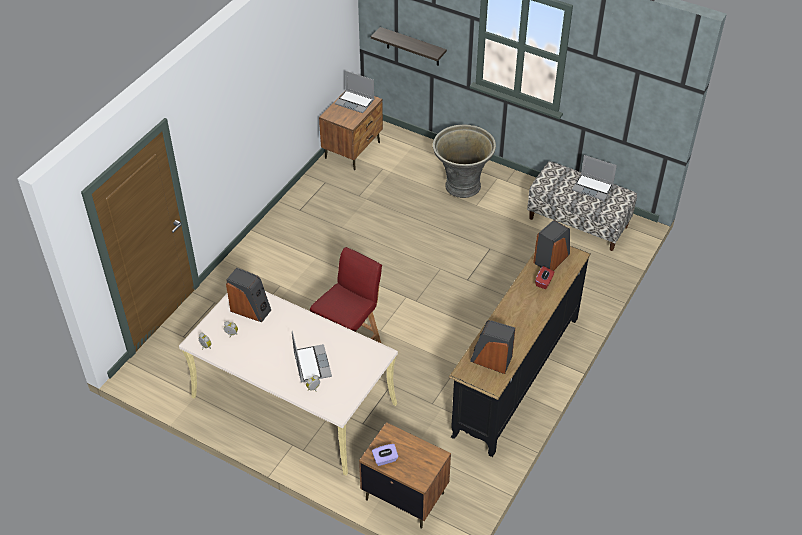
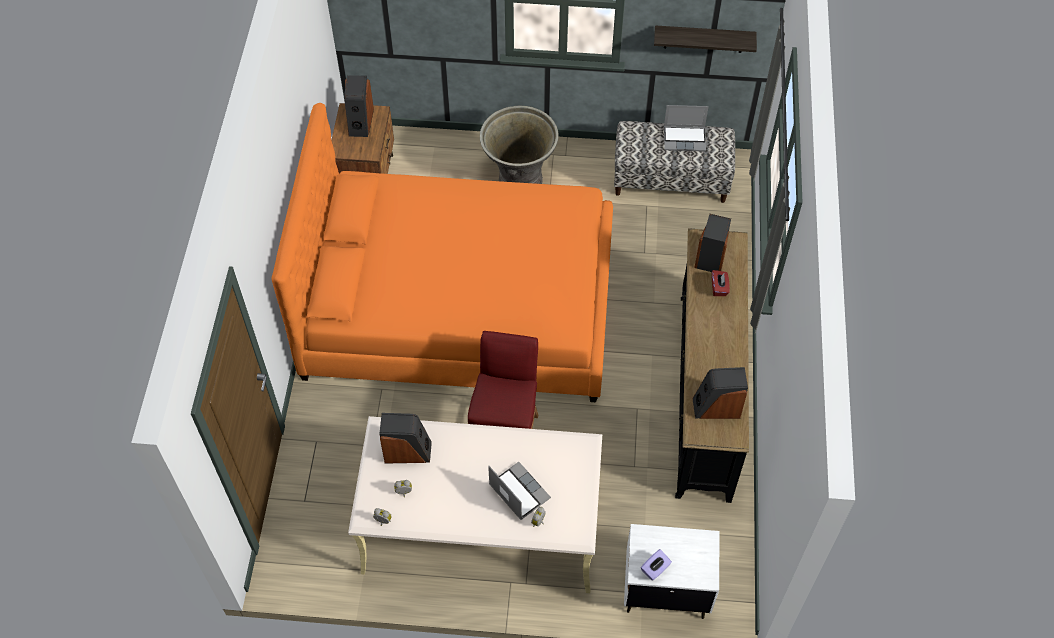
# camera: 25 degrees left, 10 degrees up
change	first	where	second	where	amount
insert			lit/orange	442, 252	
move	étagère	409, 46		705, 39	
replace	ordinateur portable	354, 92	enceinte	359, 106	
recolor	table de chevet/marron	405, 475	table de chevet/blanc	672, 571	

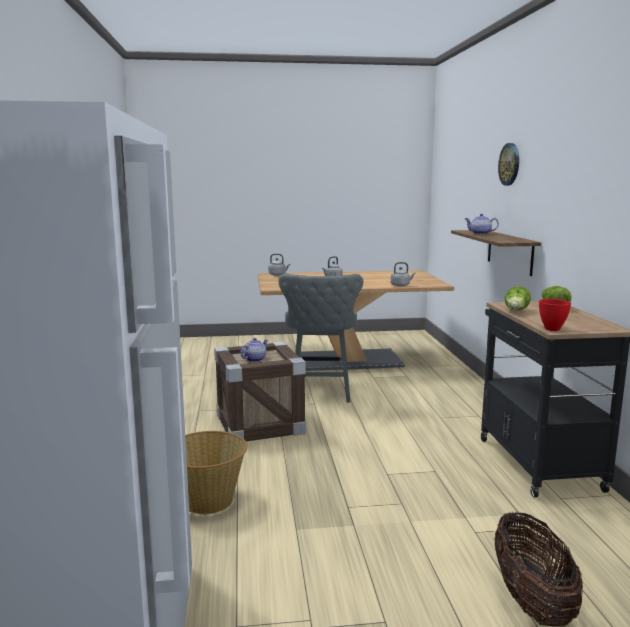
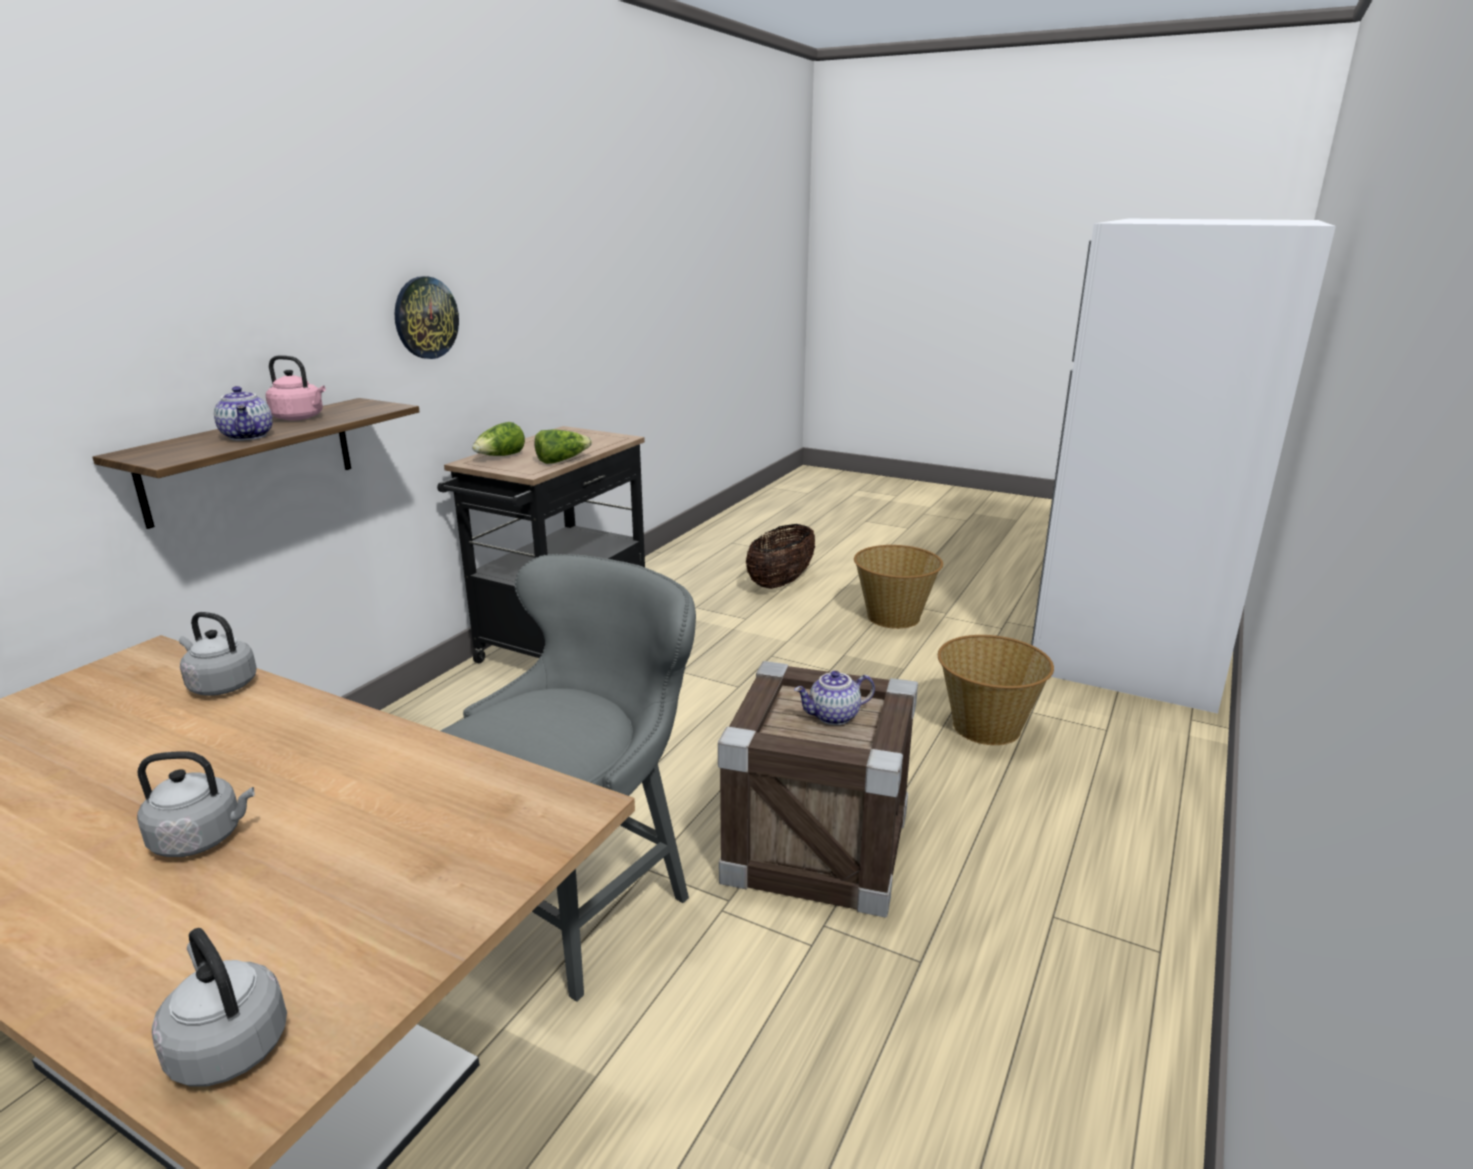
# camera: 145 degrees left, 10 degrees up
change	first	where	second	where	amount
delete	bol/rouge	555, 315			
insert			bouilloire/rose	296, 387	
insert			panier	898, 587	
move	horloge murale	508, 164		426, 317	

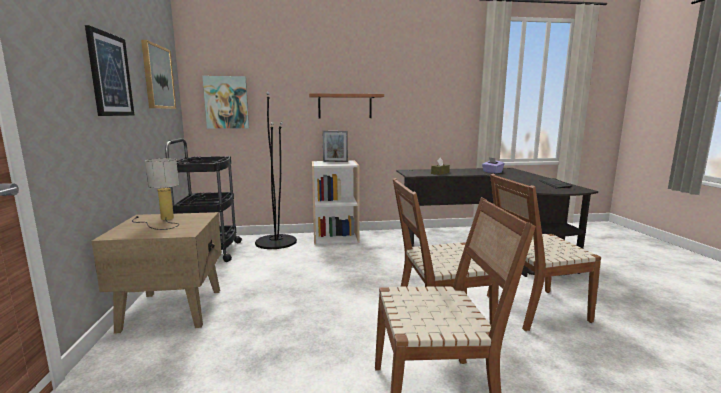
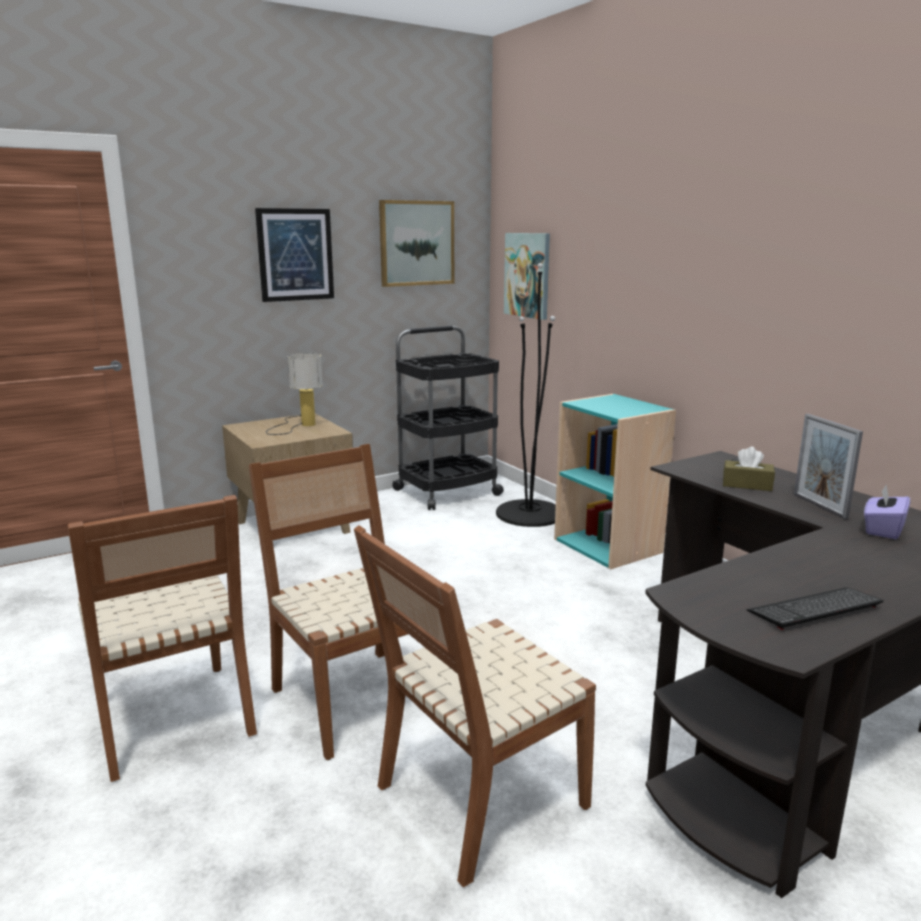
# camera: 65 degrees right, 5 degrees up
change	first	where	second	where	amount
delete	étagère	346, 106			
move	cadre photo	335, 146		828, 467	
recolor	bibliothèque/blanc	335, 203	bibliothèque/turquoise	615, 481	
rotate	chaise	544, 252		475, 706	90 degrees counterclockwise

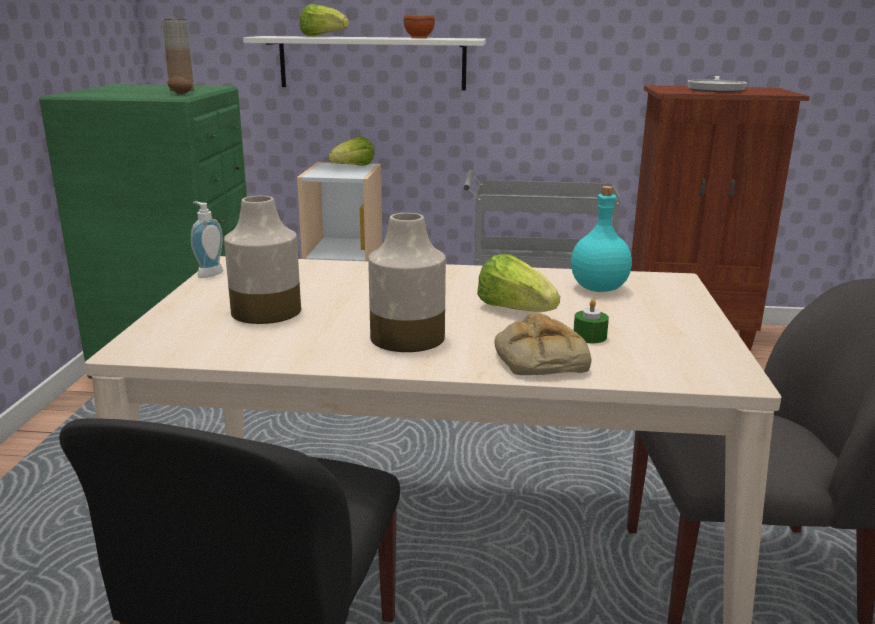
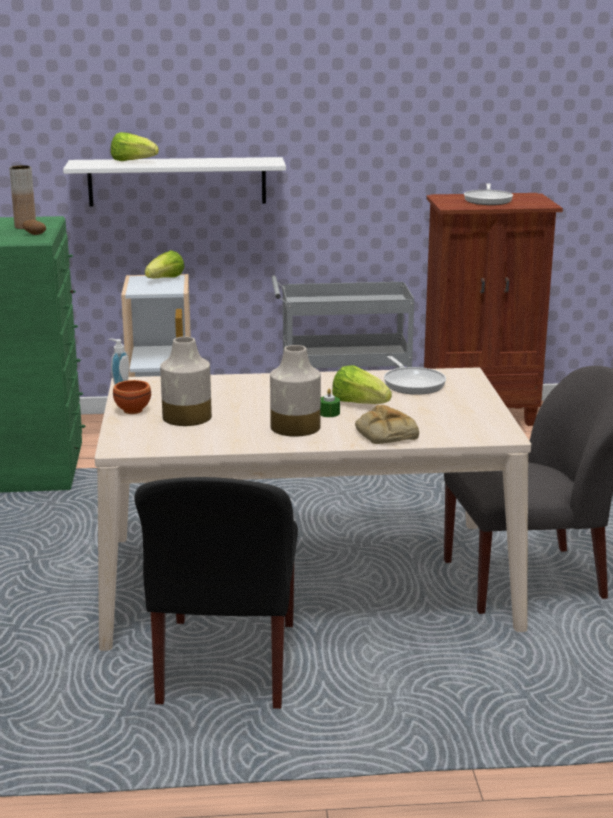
# camera: 10 degrees left, 0 degrees up
change	first	where	second	where	amount
move	bol/marron	419, 26		132, 397	
move	bougie/vert	591, 321		330, 403	
replace	bouteille/turquoise	601, 239	poêle	415, 375	

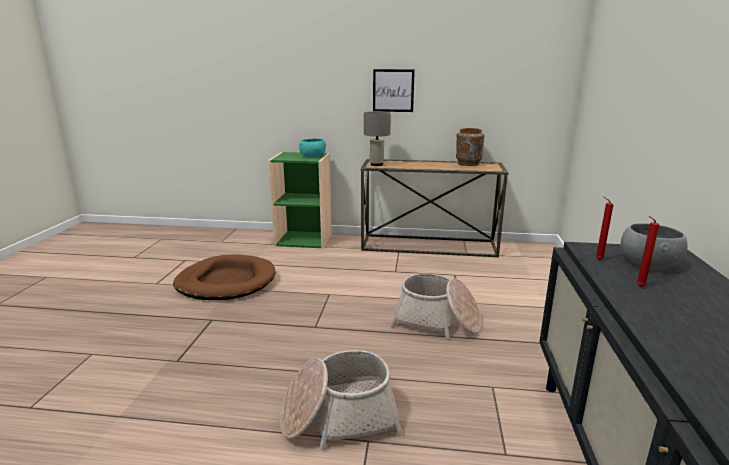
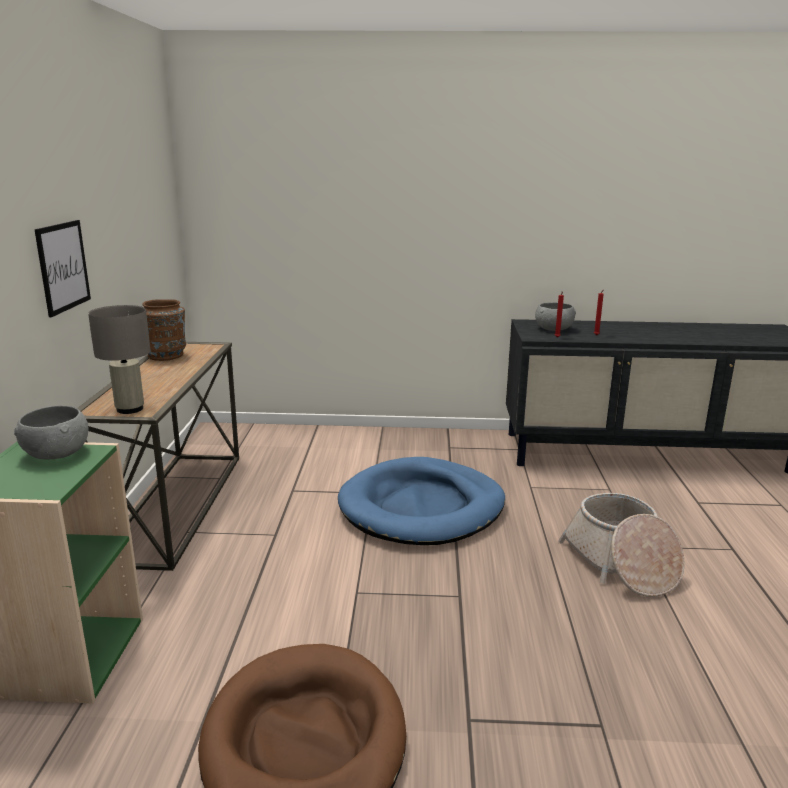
# camera: 95 degrees left, 0 degrees up
change	first	where	second	where	amount
replace	panier	436, 306	panier pour chien/bleu	421, 501	
recolor	bol/turquoise	312, 148	bol/gris	51, 432	

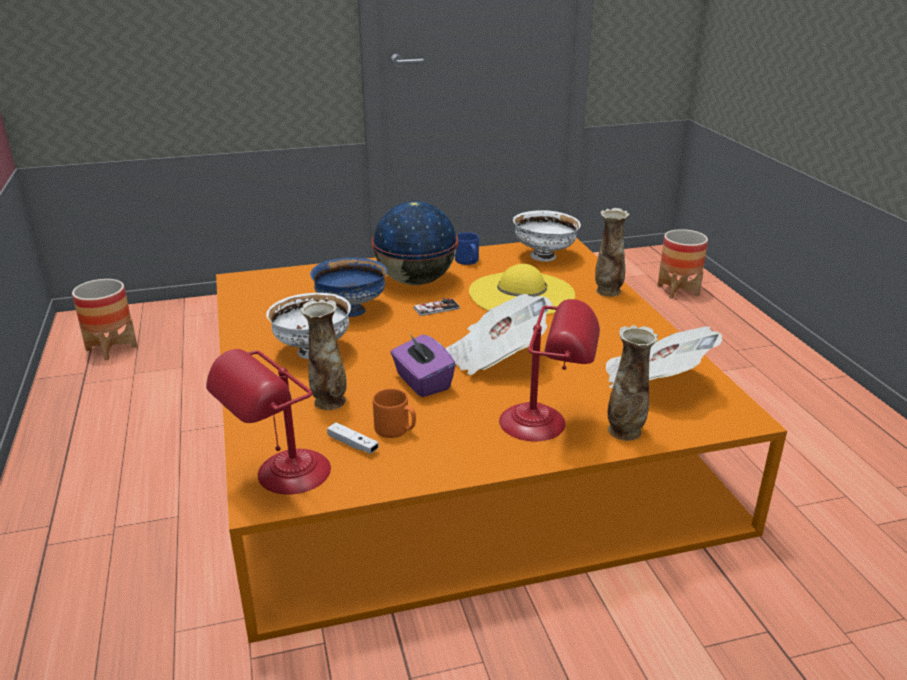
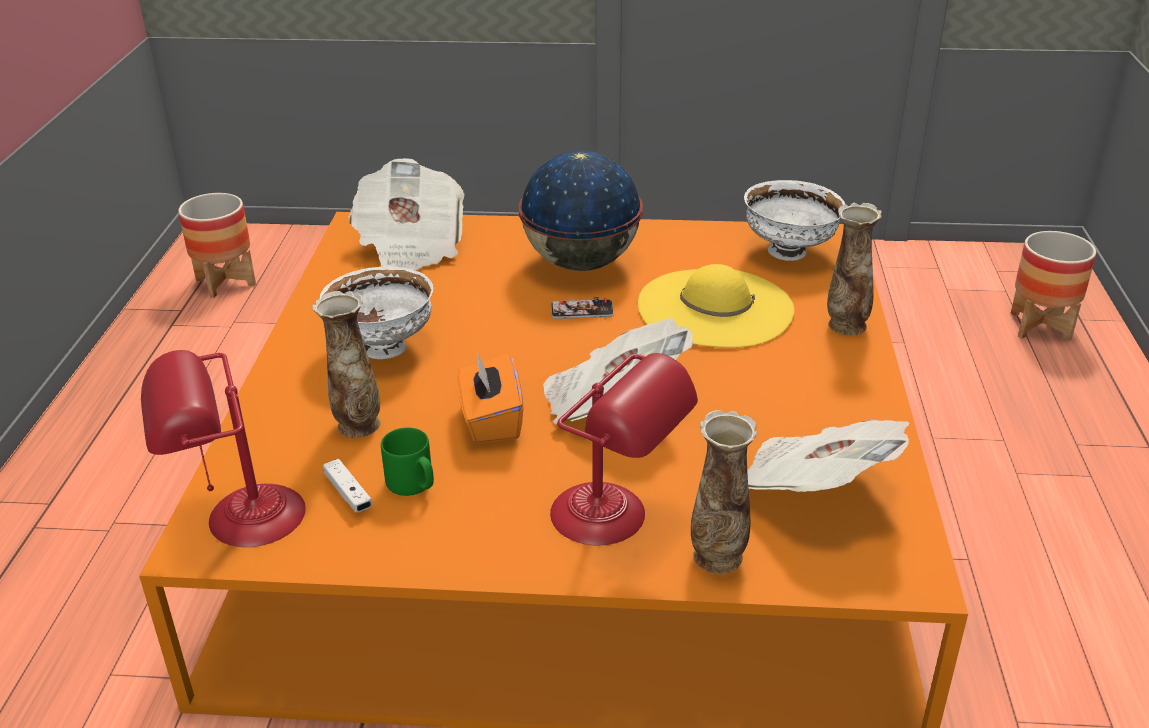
# camera: 20 degrees right, 5 degrees up
change	first	where	second	where	amount
delete	bol/bleu	348, 287			
delete	mug/bleu	467, 248			
insert			journal	406, 214	
recolor	mug/orange	394, 413	mug/vert	407, 462	
recolor	boîte à mouchoirs/violet	423, 365	boîte à mouchoirs/orange	490, 398	

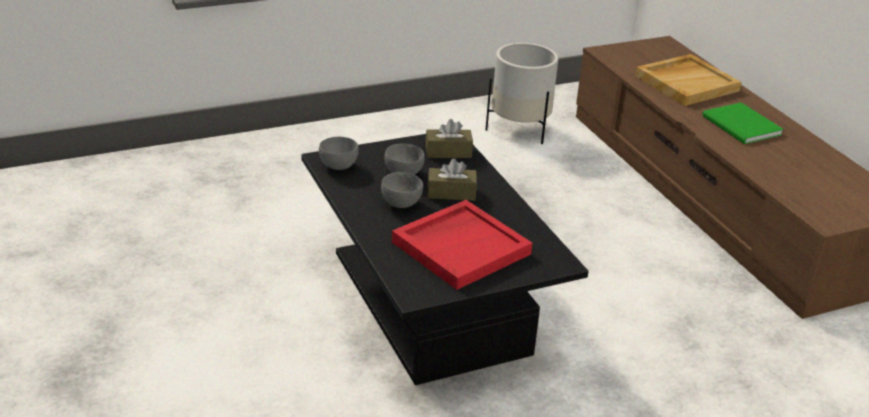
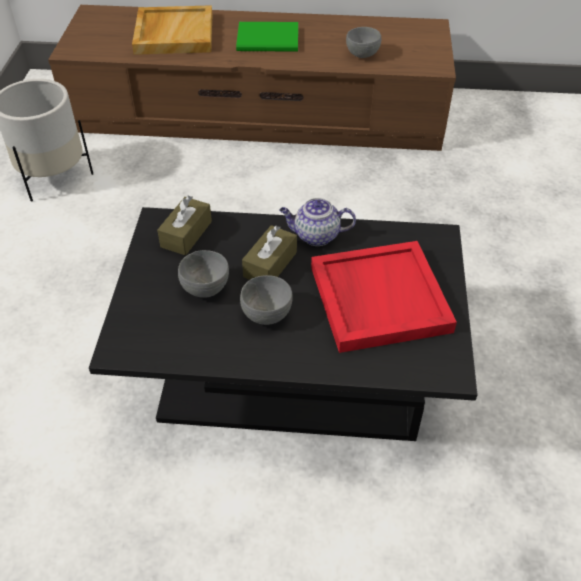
# camera: 60 degrees left, 15 degrees up
change	first	where	second	where	amount
insert			théière	317, 222	
move	bol/gris	339, 153		363, 42	

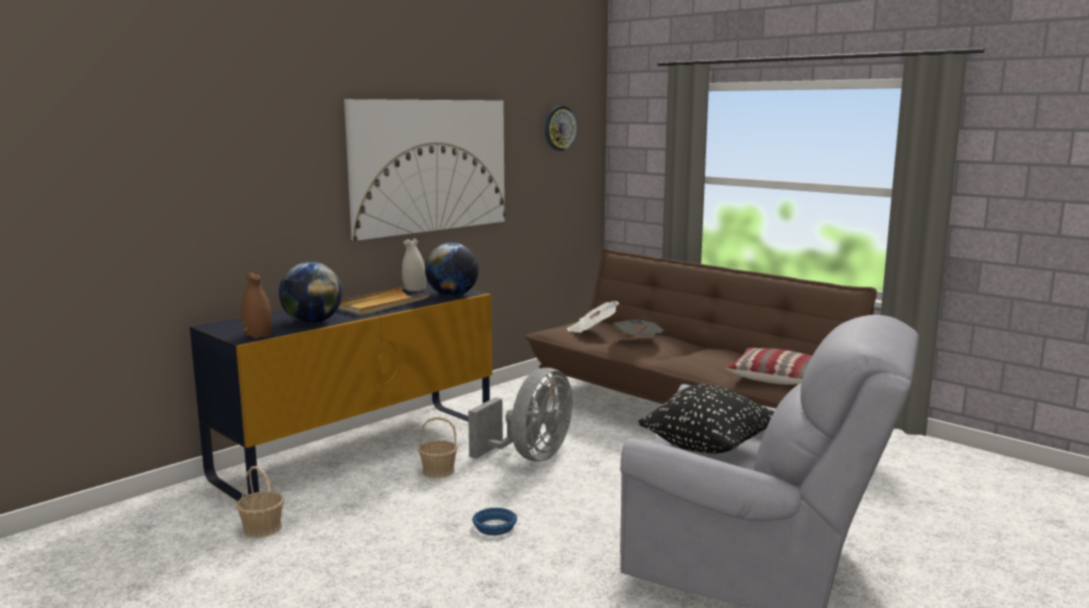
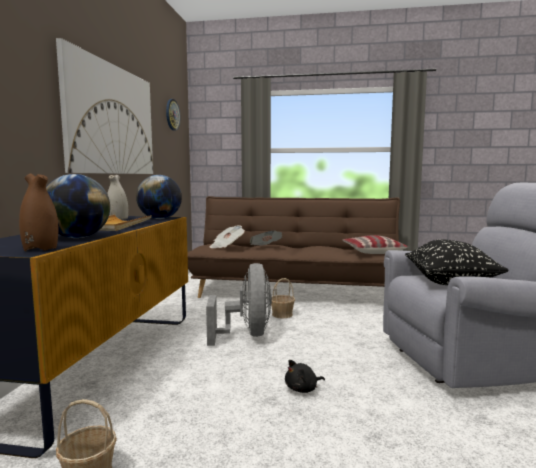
# camera: 35 degrees left, 5 degrees down
change	first	where	second	where	amount
move	panier	438, 447		283, 298	
replace	bol/bleu	494, 521	peluche/noir	305, 376	

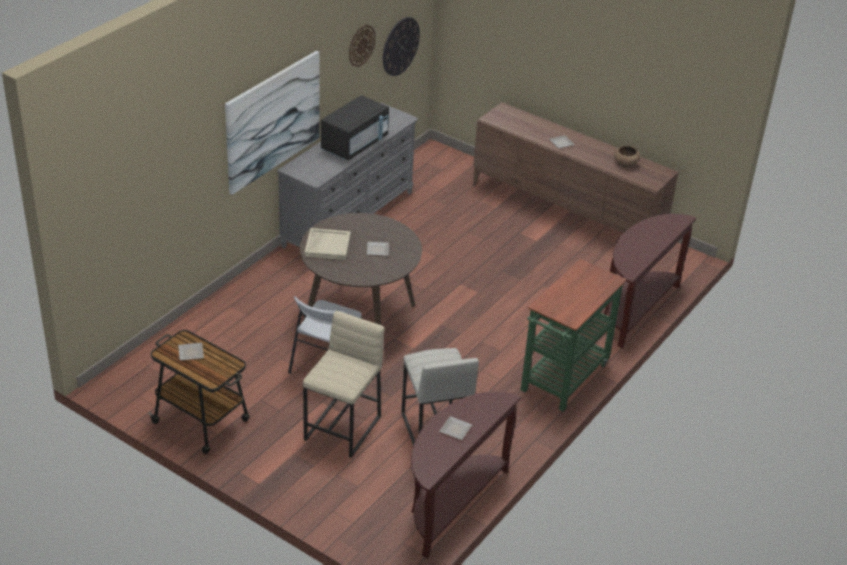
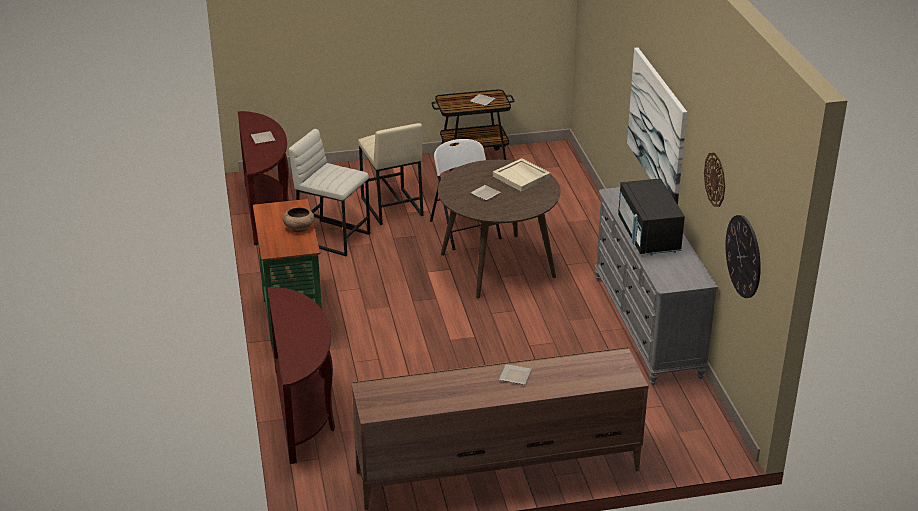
# camera: 135 degrees right, 5 degrees down
change	first	where	second	where	amount
move	bol/marron	627, 156		299, 219	

